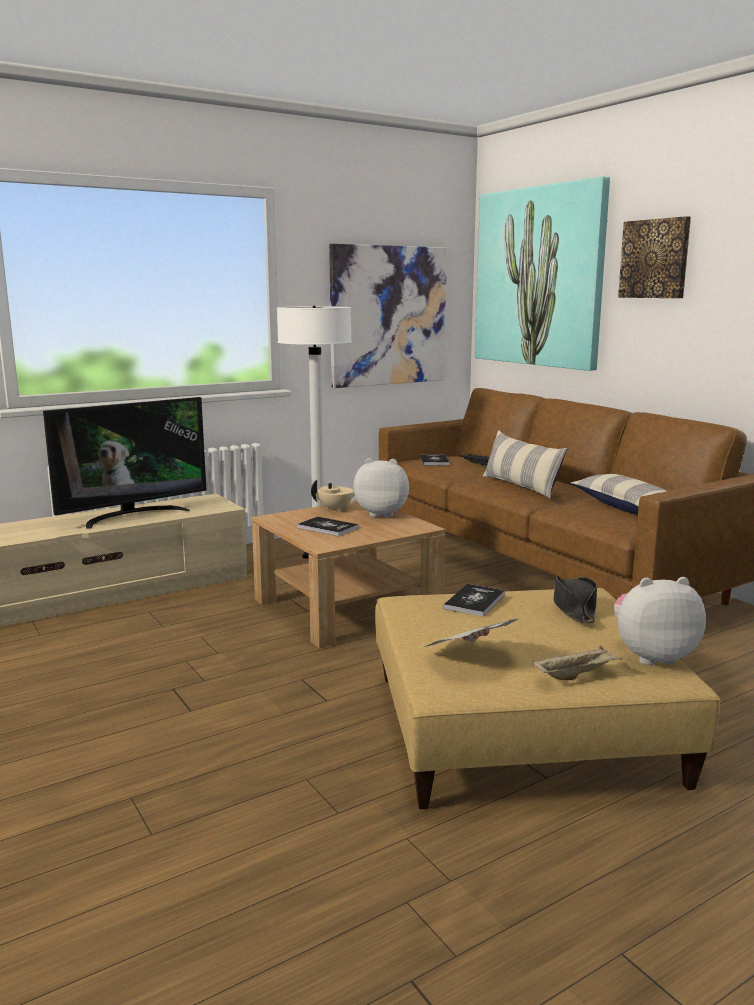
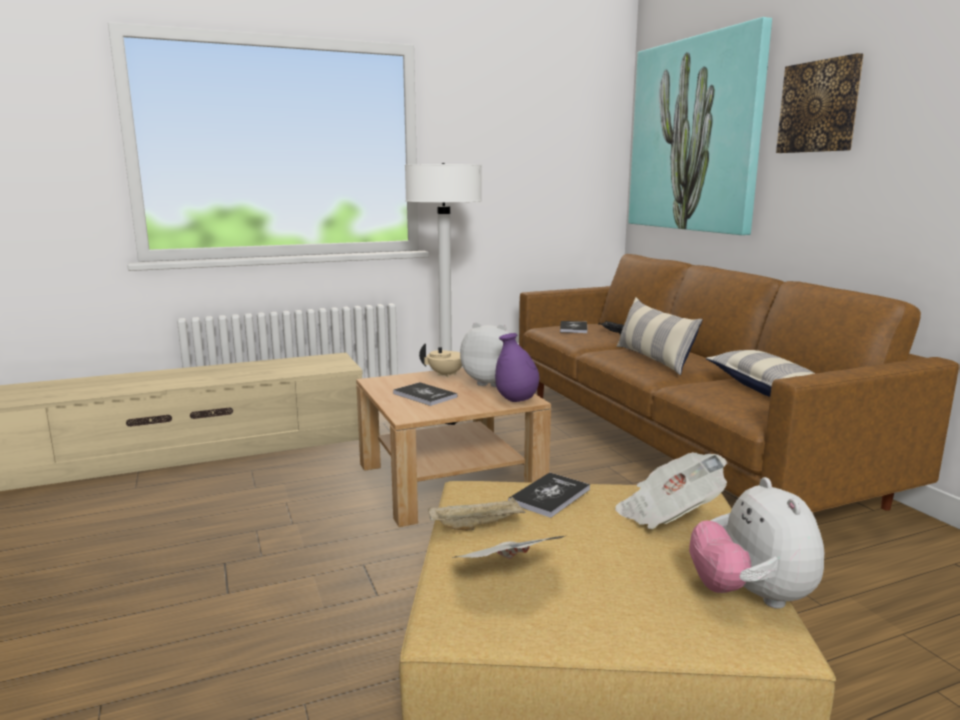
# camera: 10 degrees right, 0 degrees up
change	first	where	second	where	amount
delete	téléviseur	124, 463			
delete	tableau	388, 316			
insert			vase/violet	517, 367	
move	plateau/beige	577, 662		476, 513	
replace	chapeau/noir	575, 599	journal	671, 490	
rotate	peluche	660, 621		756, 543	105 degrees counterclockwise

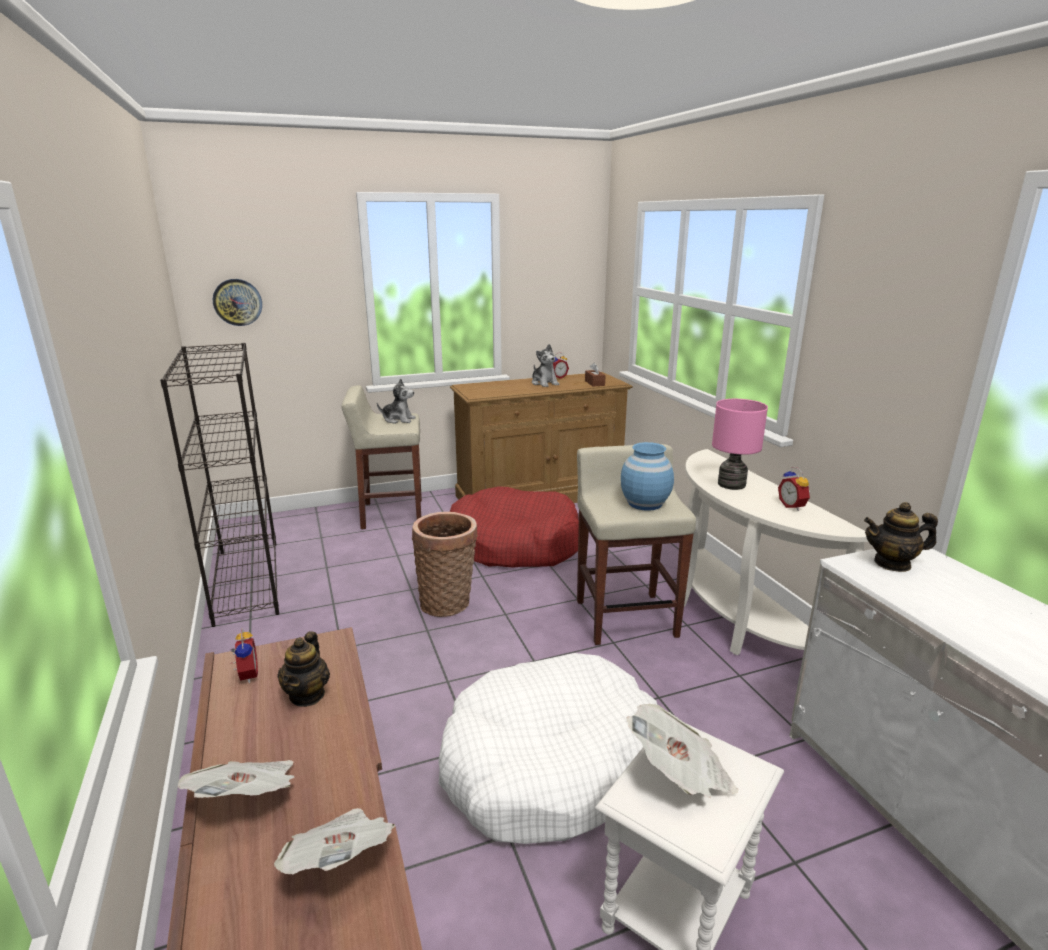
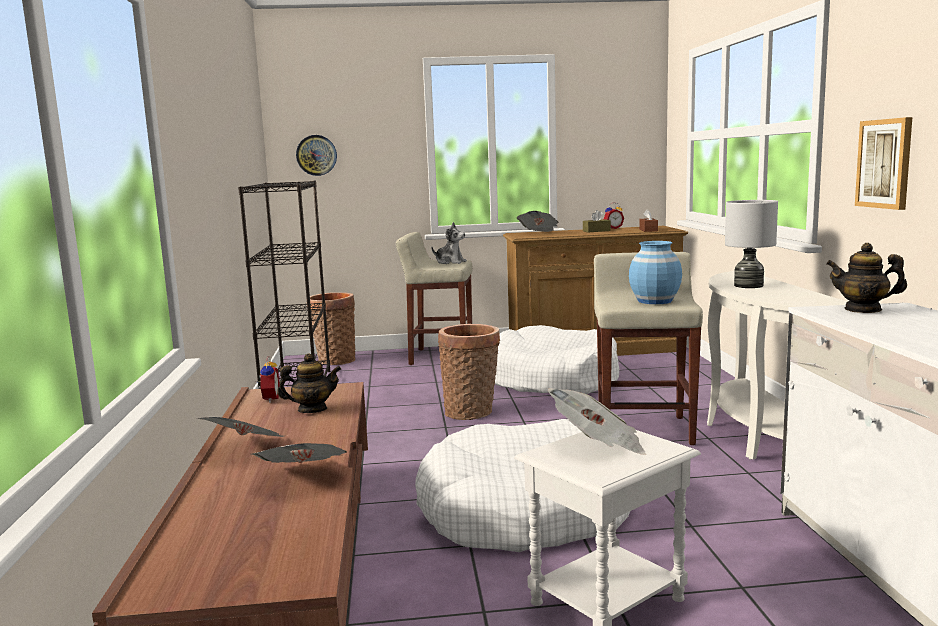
# camera: 15 degrees right, 10 degrees down
change	first	where	second	where	amount
delete	réveil	794, 489			
insert			panier	332, 328	
insert			journal	537, 221	
insert			tableau	883, 163	
replace	peluche	545, 365	boîte à mouchoirs/marron	597, 221	
recolor	panier pour chien/rouge	514, 527	panier pour chien/blanc	557, 359	
recolor	lampe de table/rose	740, 444	lampe de table/gris	751, 244	
rotate	théière	303, 669		309, 383	120 degrees counterclockwise

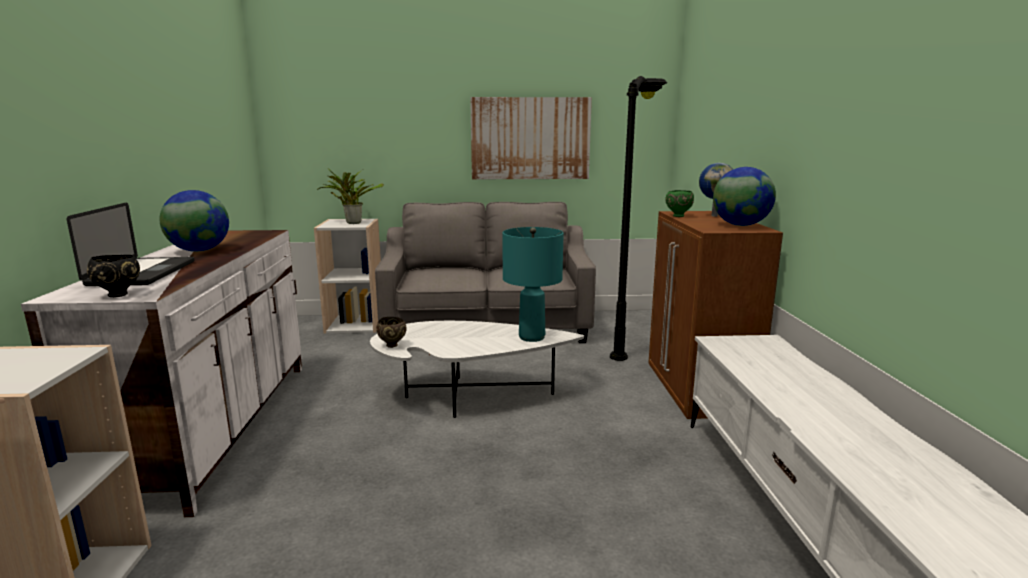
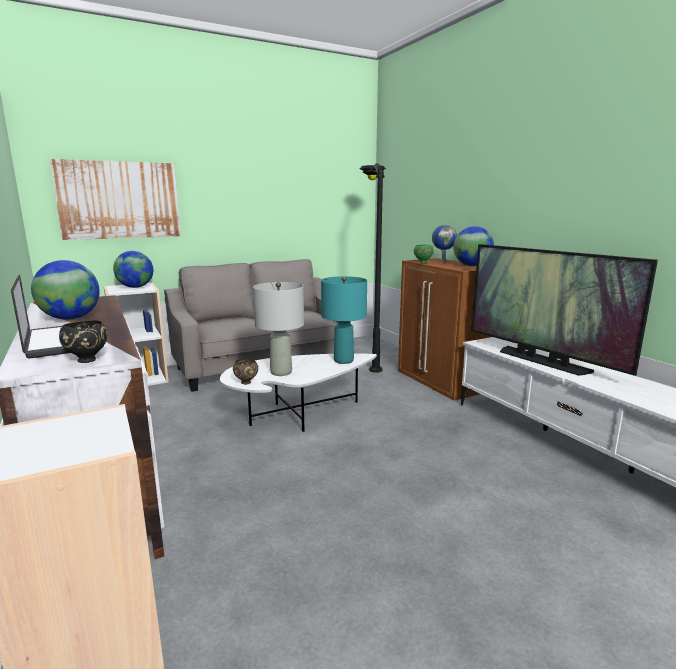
# camera: 25 degrees left, 0 degrees up
change	first	where	second	where	amount
insert			lampe de table/gris	278, 329	
insert			téléviseur	564, 310	
move	tableau	531, 138		115, 199	
replace	plante en pot	350, 196	globe	133, 269	

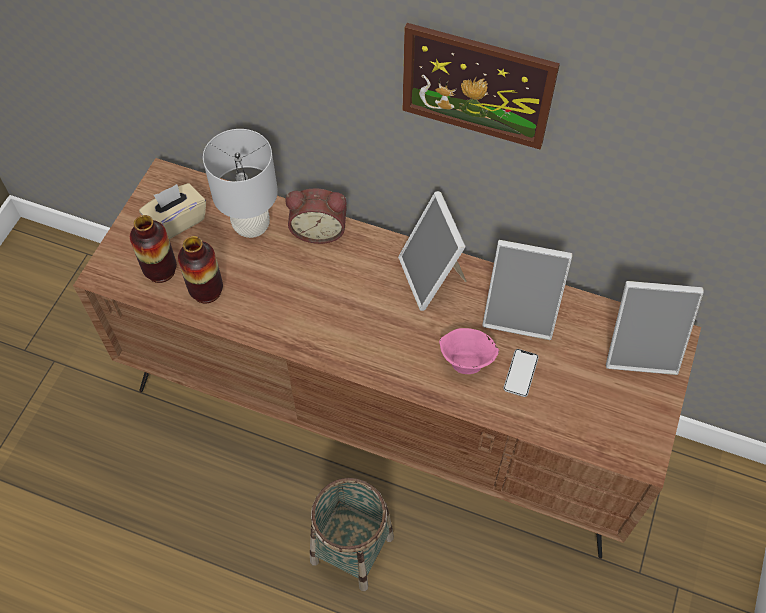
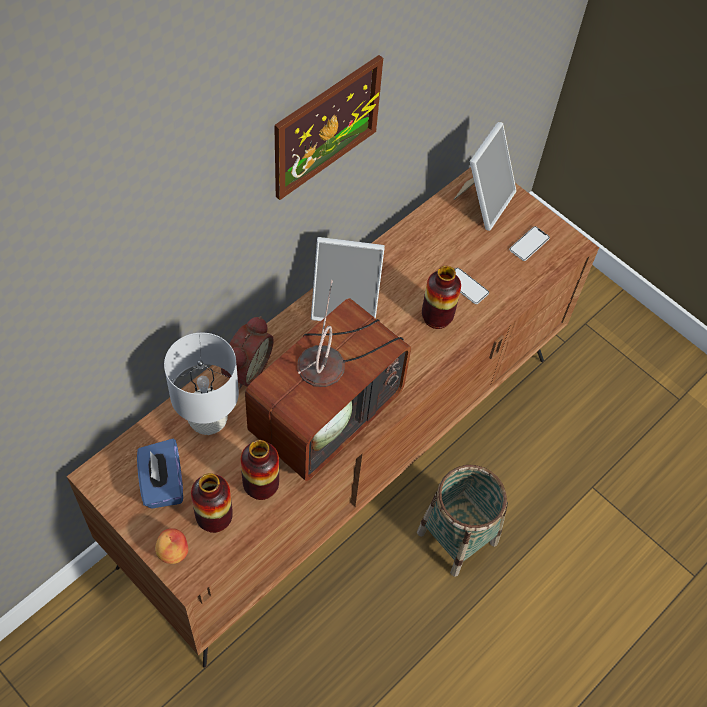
# camera: 70 degrees left, 0 degrees up
change	first	where	second	where	amount
delete	cadre photo	527, 290			
insert			pomme	171, 546	
insert			téléviseur	328, 380	
insert			téléphone	529, 243	
replace	bol/rose	469, 351	vase	441, 297	
recolor	boîte à mouchoirs/beige	172, 211	boîte à mouchoirs/bleu	160, 474	

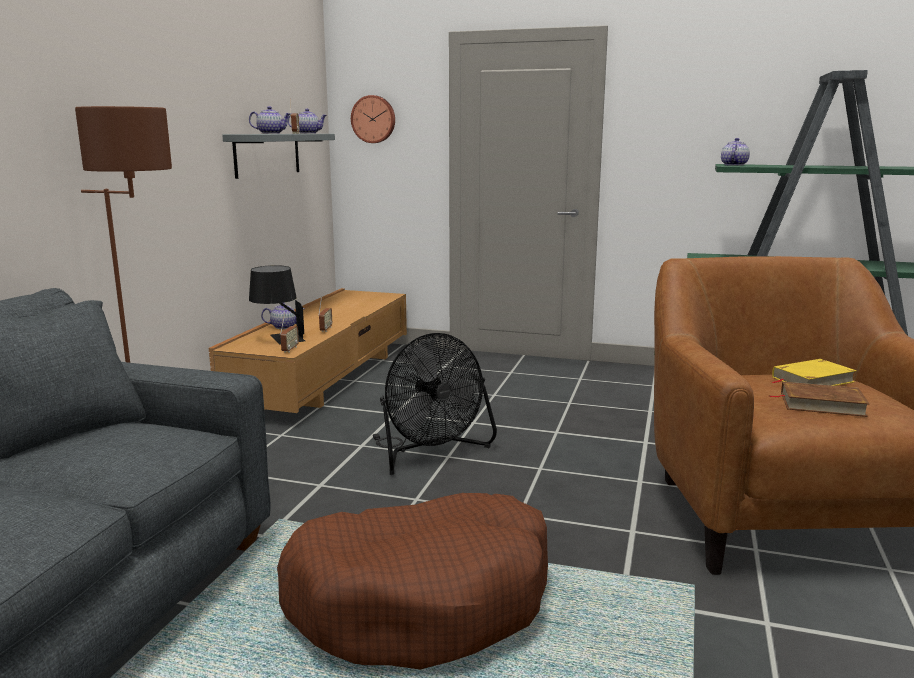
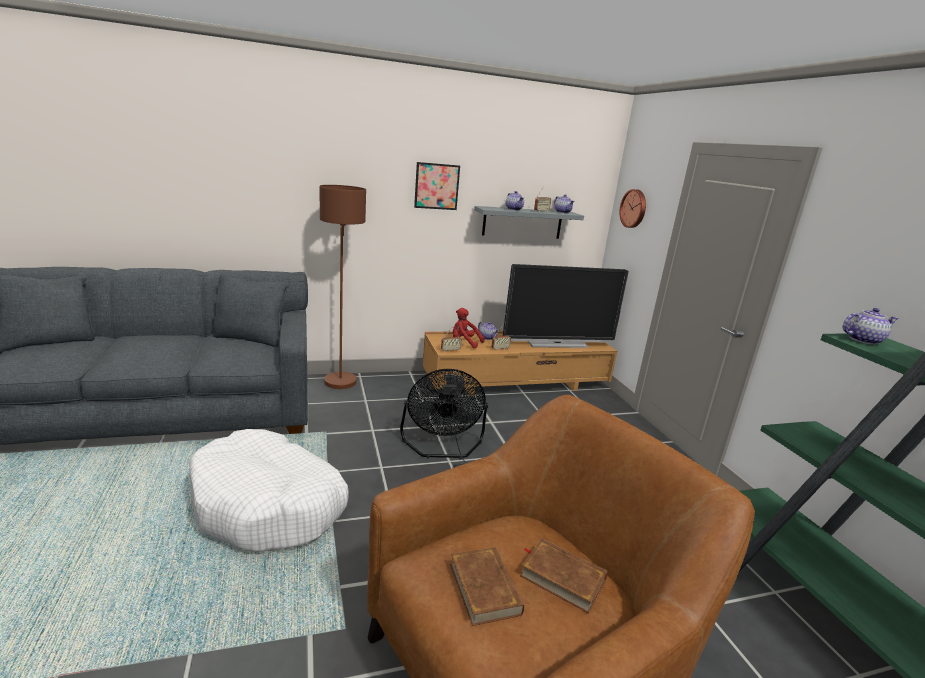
# camera: 55 degrees right, 5 degrees up
change	first	where	second	where	amount
insert			tableau	437, 186	
insert			téléviseur	566, 306	
replace	lampe de table/noir	277, 304	peluche/rouge	469, 328	
recolor	panier pour chien/marron	412, 581	panier pour chien/blanc	269, 490	
recolor	livre/jaune	814, 372	livre/marron	564, 575	
rotate	ventilateur/noir	435, 404		444, 418	150 degrees clockwise

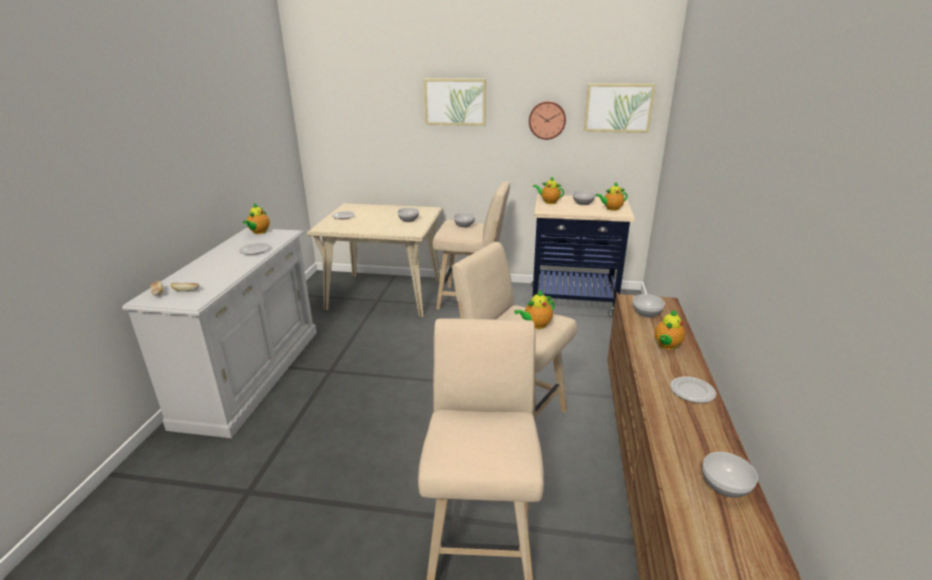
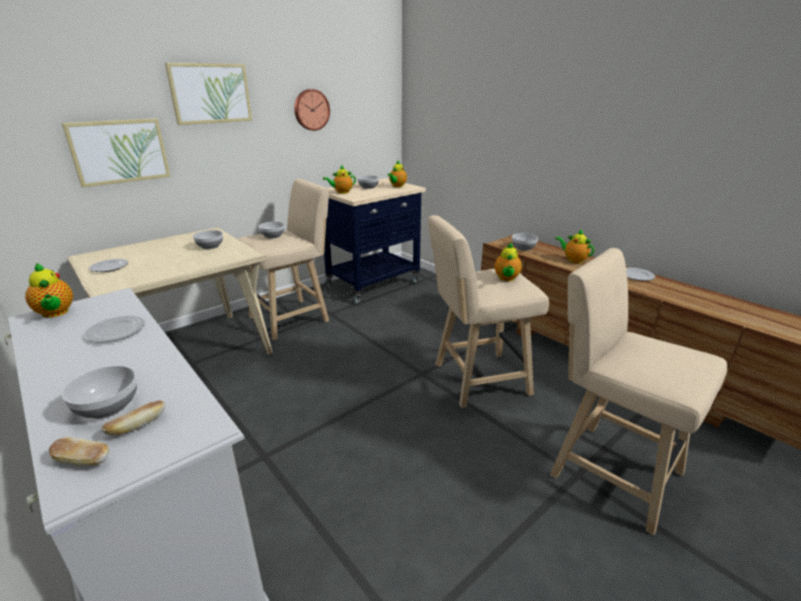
# camera: 50 degrees left, 0 degrees up
change	first	where	second	where	amount
move	tableau	620, 108		116, 152	
move	bol	730, 475		99, 392	
rotate	théière	670, 330		574, 246	150 degrees clockwise

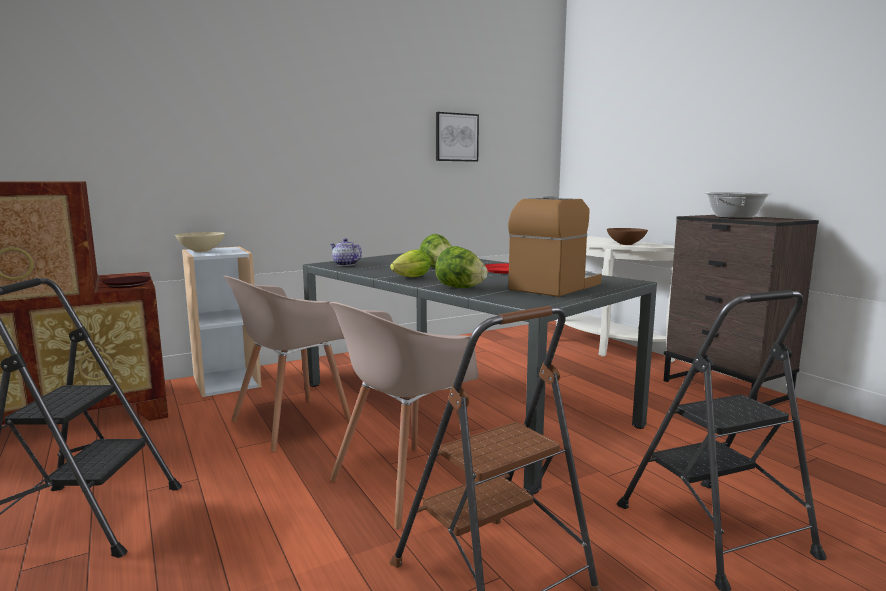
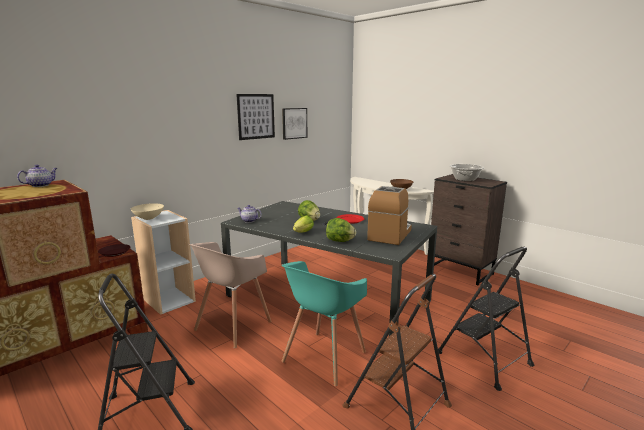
# camera: 15 degrees left, 5 degrees up
change	first	where	second	where	amount
insert			théière	37, 176	
insert			tableau	255, 117	
recolor	chaise/beige	404, 415	chaise/turquoise	324, 323	

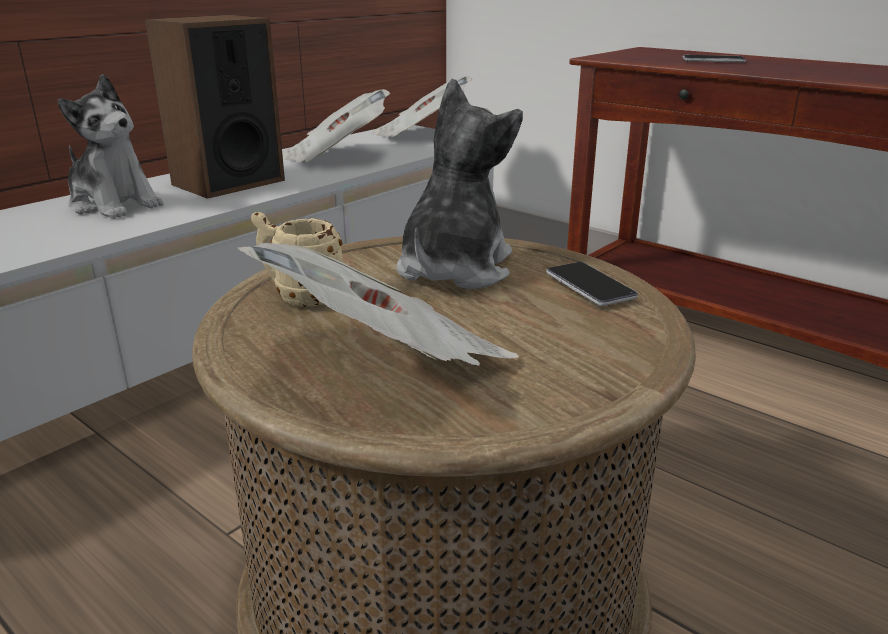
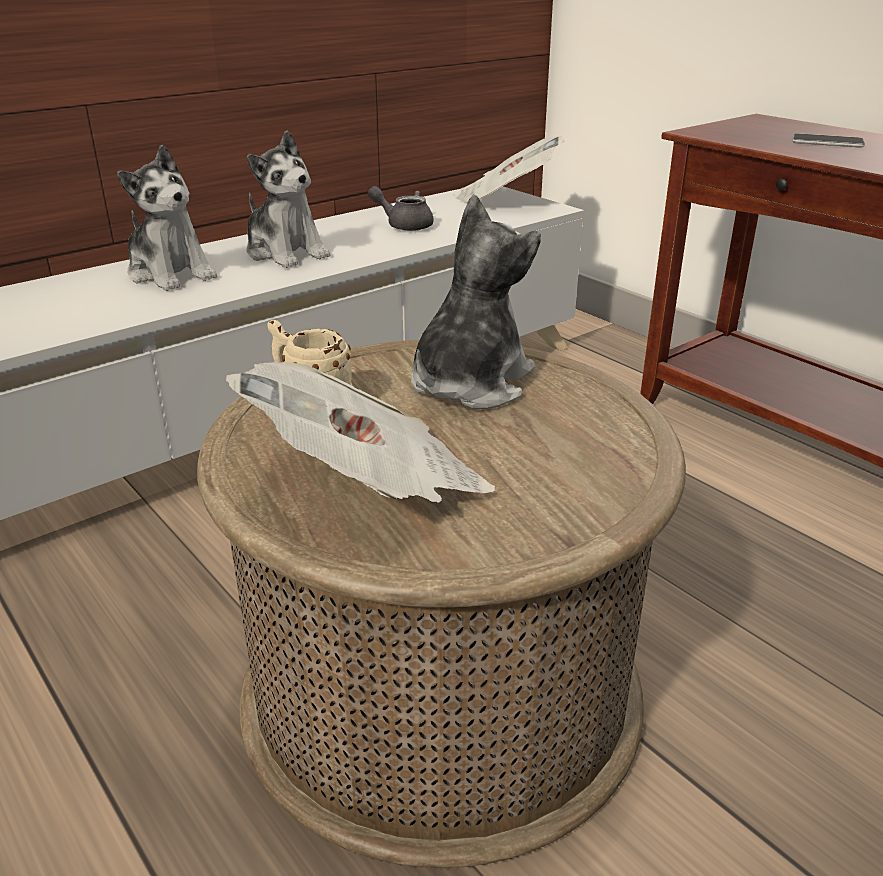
# camera: 10 degrees right, 5 degrees up
change	first	where	second	where	amount
delete	téléphone	592, 284			
replace	enceinte	215, 107	peluche	288, 199	
replace	journal	336, 125	théière/gris	401, 208	

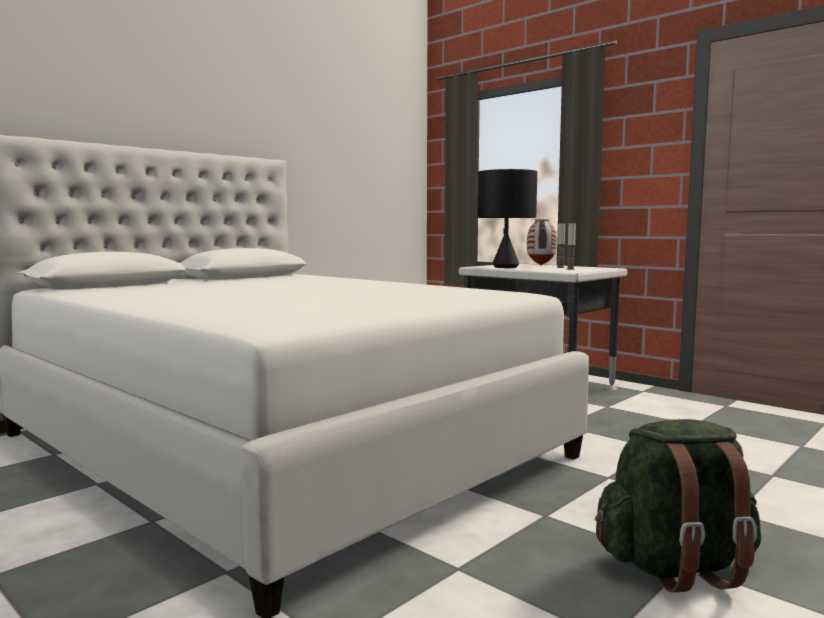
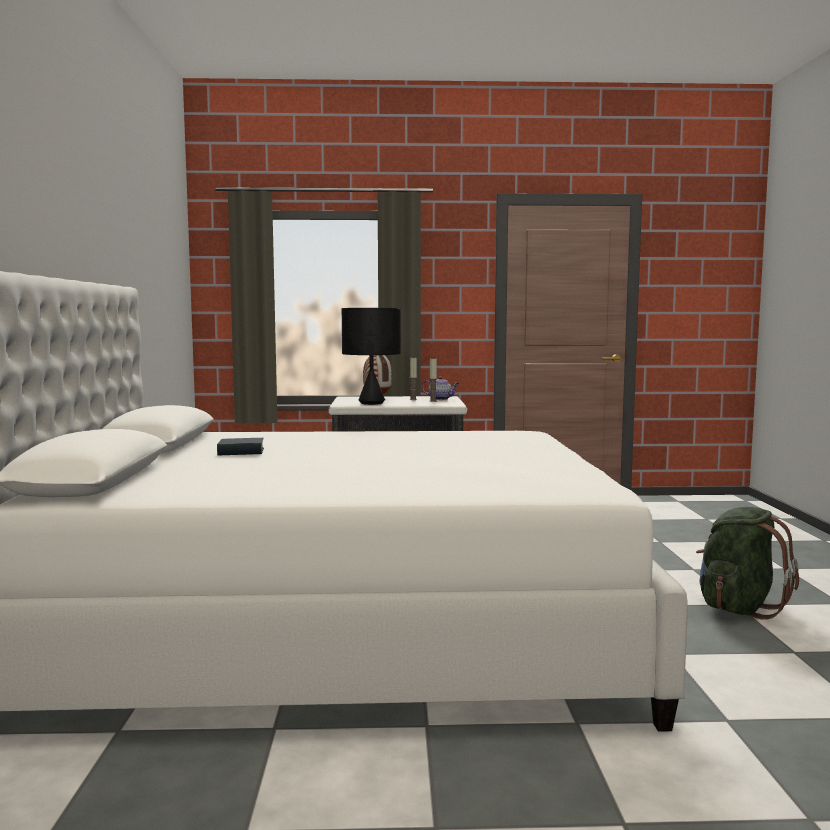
# camera: 45 degrees left, 0 degrees up
change	first	where	second	where	amount
insert			livre	240, 446	
insert			théière	440, 388	

